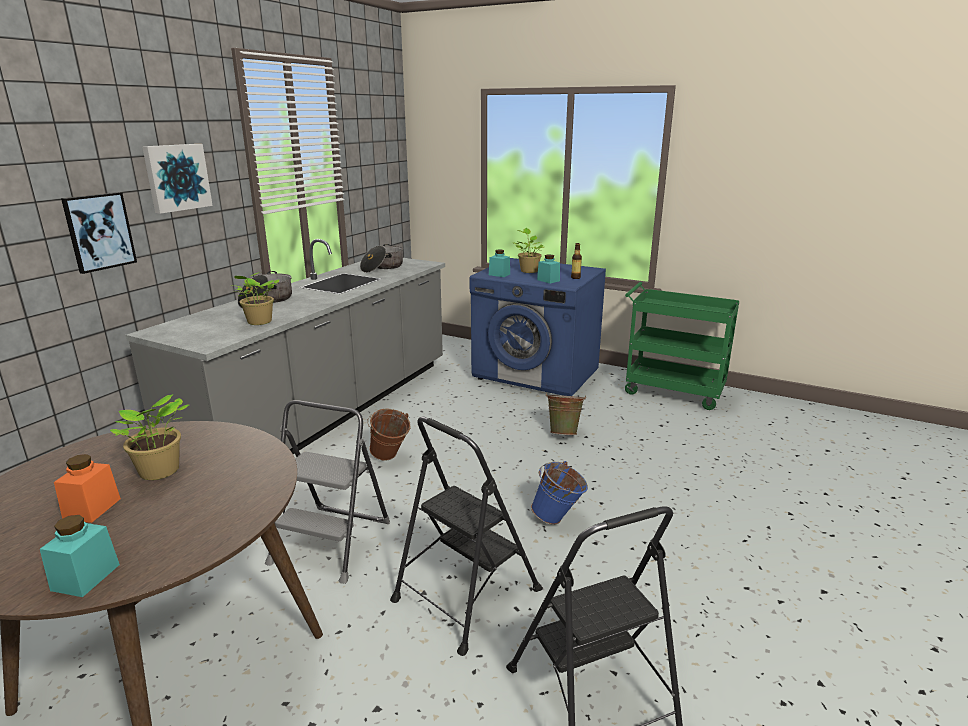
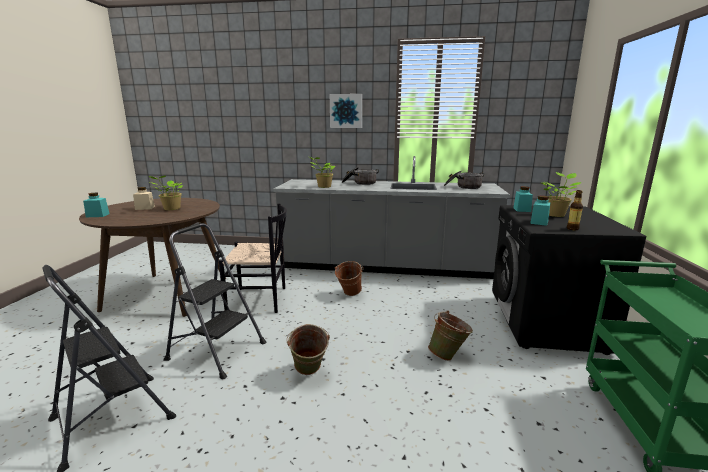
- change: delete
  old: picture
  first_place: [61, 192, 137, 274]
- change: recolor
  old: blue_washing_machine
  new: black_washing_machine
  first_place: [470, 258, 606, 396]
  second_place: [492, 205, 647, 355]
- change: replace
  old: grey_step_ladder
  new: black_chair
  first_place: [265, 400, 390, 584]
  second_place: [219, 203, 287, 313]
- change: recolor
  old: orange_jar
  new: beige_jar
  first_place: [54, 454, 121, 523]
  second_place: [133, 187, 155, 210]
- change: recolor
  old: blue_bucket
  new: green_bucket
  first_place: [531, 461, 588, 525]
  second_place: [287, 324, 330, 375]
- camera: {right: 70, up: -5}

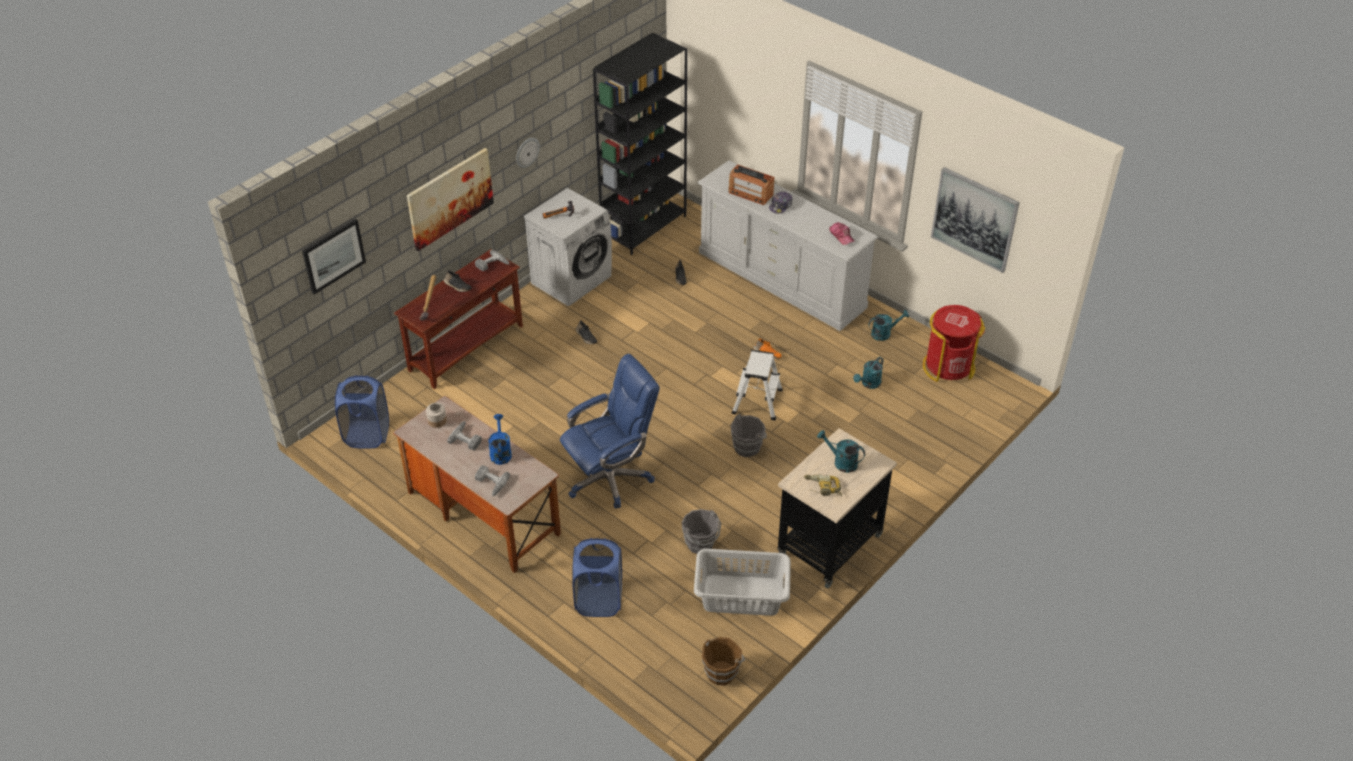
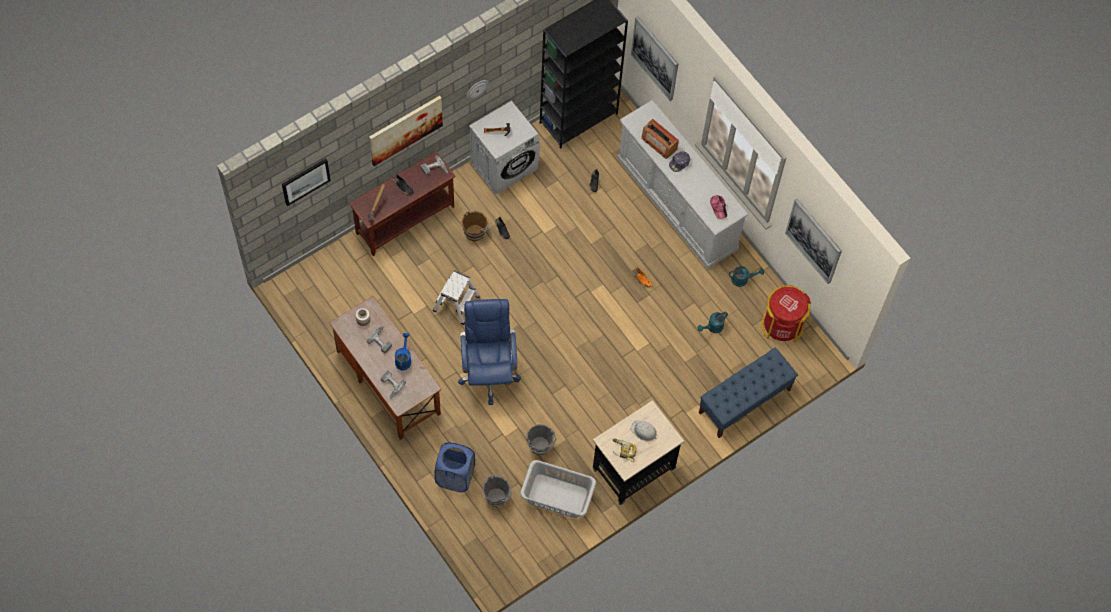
- change: move
  old: white_step_ladder
  first_place: [731, 350, 783, 421]
  second_place: [433, 270, 480, 325]
- change: rotate
  old: blue_office_chair
  first_place: [560, 354, 660, 509]
  second_place: [458, 299, 521, 405]
  degrees: -75
- change: delete
  old: blue_laundry_basket
  first_place: [335, 376, 389, 449]
- change: move
  old: grey_bucket
  first_place: [731, 414, 767, 457]
  second_place: [482, 475, 512, 506]
- change: replace
  old: turquoise_watering_can
  new: white_hard_hat
  first_place: [817, 430, 865, 473]
  second_place: [630, 420, 658, 442]
- change: move
  old: brown_bucket
  first_place: [702, 637, 745, 686]
  second_place: [462, 211, 489, 242]
- change: insert
  new: picture
  second_place: [631, 16, 678, 101]
- change: insert
  new: blue_bench
  second_place: [699, 348, 798, 438]
- camera: {right: 10, up: 20}

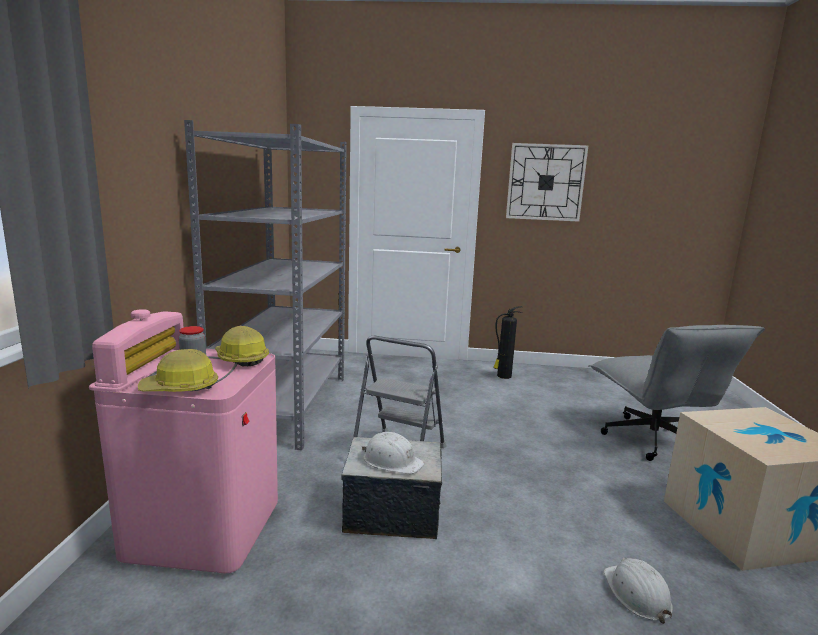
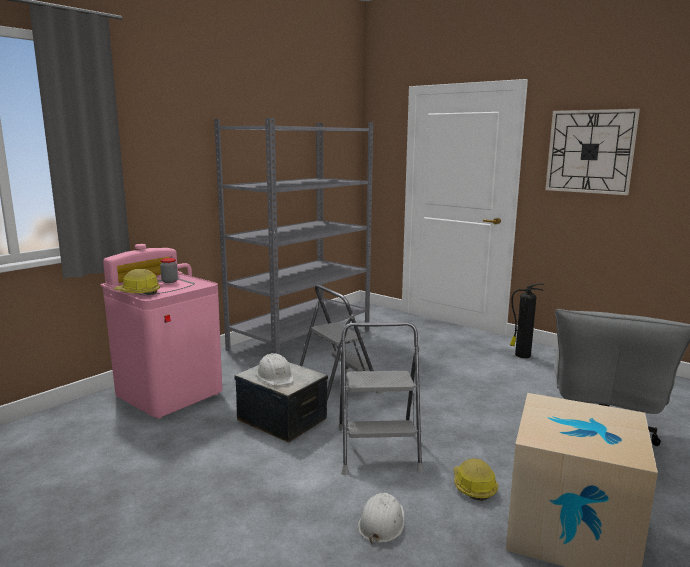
- change: move
  old: hard_hat
  first_place: [215, 326, 269, 366]
  second_place: [454, 459, 499, 501]
- change: insert
  new: grey_step_ladder
  second_place: [339, 322, 424, 475]
- camera: {right: 35, up: 0}

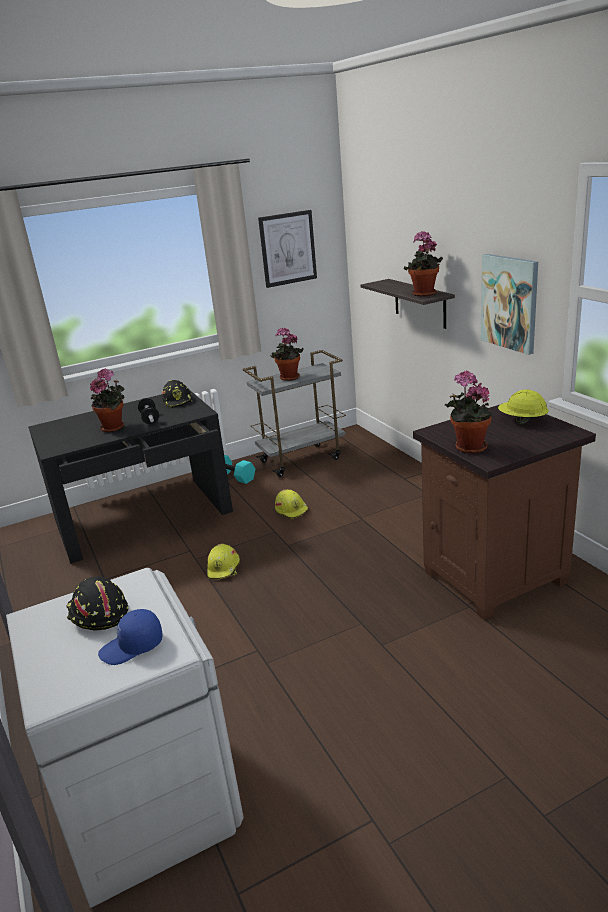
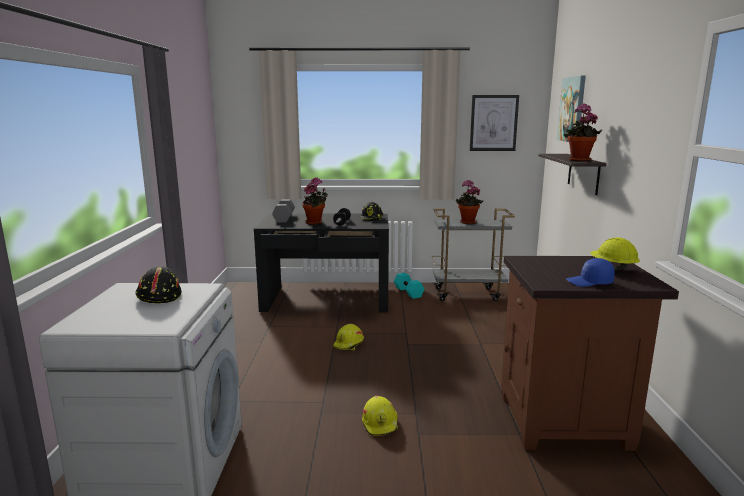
- change: move
  old: picture
  first_place: [481, 254, 538, 355]
  second_place: [557, 75, 586, 142]
- change: delete
  old: potted_plant
  first_place: [445, 370, 492, 454]
- change: move
  old: yellow_hard_hat
  first_place: [275, 490, 309, 519]
  second_place: [362, 396, 399, 436]
- change: move
  old: blue_cap
  first_place: [98, 609, 163, 665]
  second_place: [566, 258, 615, 287]
- change: insert
  new: grey_dumbbell
  second_place: [272, 199, 295, 222]
- camera: {right: 25, up: -10}

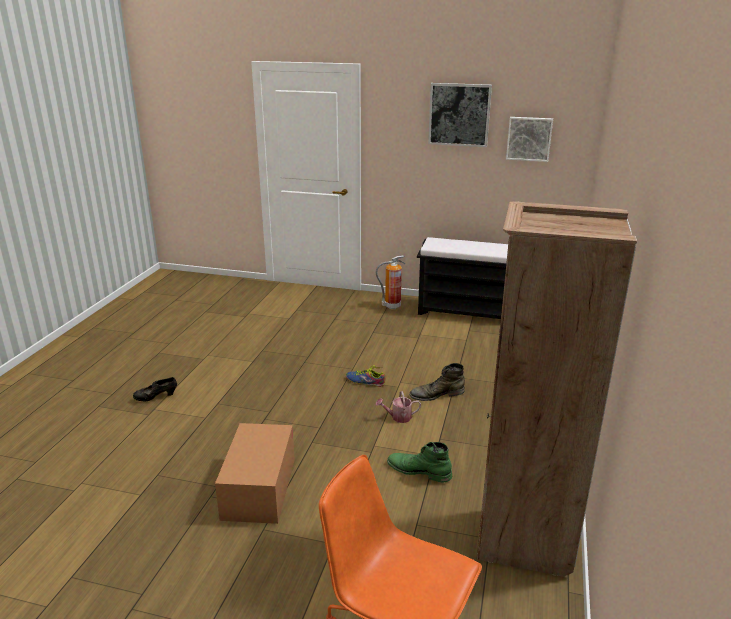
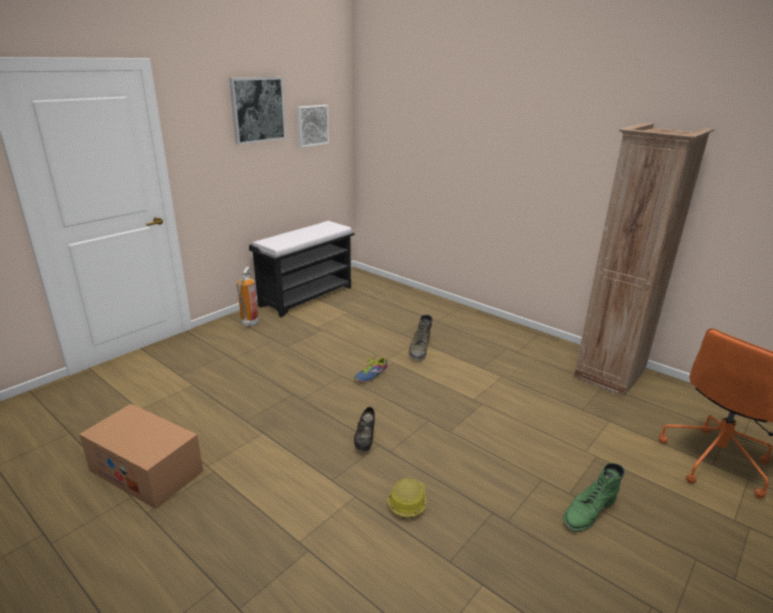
- change: move
  old: black_shoe
  first_place: [133, 377, 177, 401]
  second_place: [354, 407, 375, 451]
- change: delete
  old: watering_can
  first_place: [376, 391, 421, 423]
- change: move
  old: cardboard_box
  first_place: [215, 423, 295, 524]
  second_place: [79, 404, 203, 509]
- change: move
  old: green_boot
  first_place: [387, 442, 452, 482]
  second_place: [563, 463, 625, 532]
- change: insert
  new: hard_hat
  second_place: [387, 477, 427, 519]
- camera: {right: -65, up: 0}

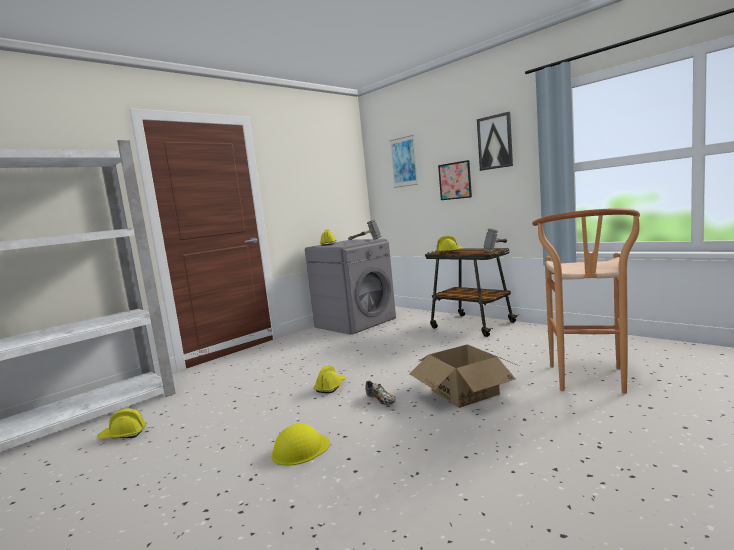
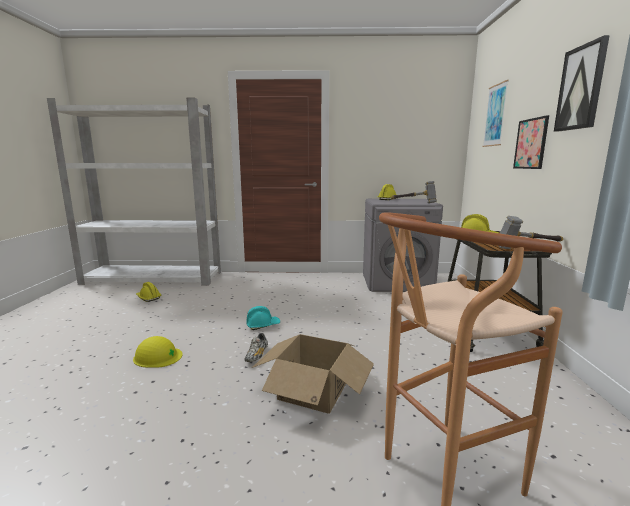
- change: recolor
  old: yellow_hard_hat
  new: turquoise_hard_hat
  first_place: [313, 366, 346, 393]
  second_place: [246, 306, 280, 330]
- camera: {right: 45, up: 5}

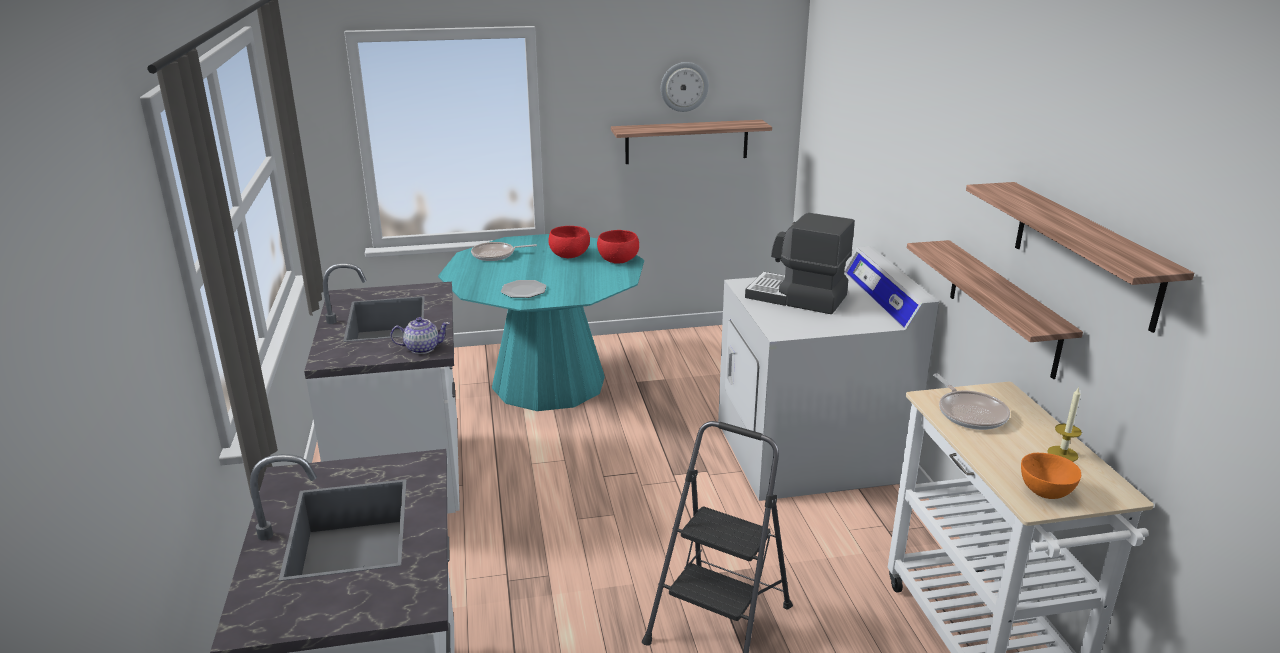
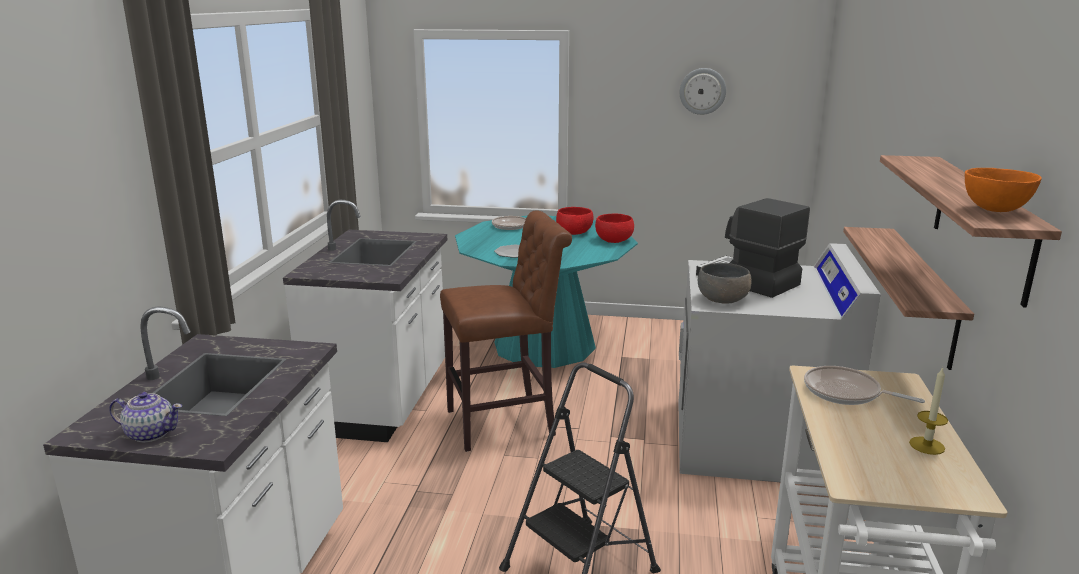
- change: delete
  old: shelf
  first_place: [611, 120, 772, 164]
- change: move
  old: teapot
  first_place: [390, 317, 450, 354]
  second_place: [109, 392, 182, 442]
- change: rotate
  old: frying_pan
  first_place: [933, 373, 1010, 430]
  second_place: [804, 366, 925, 405]
  degrees: 120
- change: move
  old: orange_bowl
  first_place: [1021, 453, 1081, 499]
  second_place: [965, 168, 1042, 212]
- change: insert
  new: brown_stool
  second_place: [440, 210, 572, 452]
- change: insert
  new: grey_bowl
  second_place: [697, 263, 752, 304]
- camera: {right: 20, up: -5}

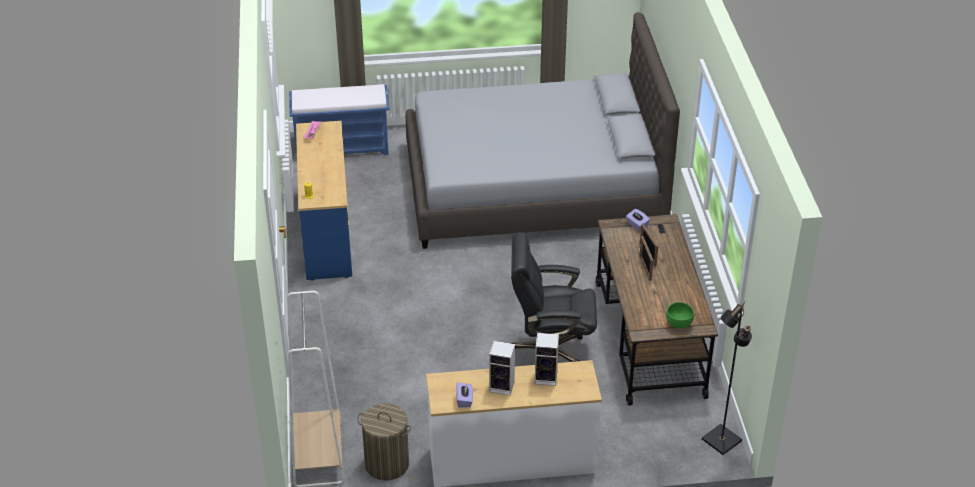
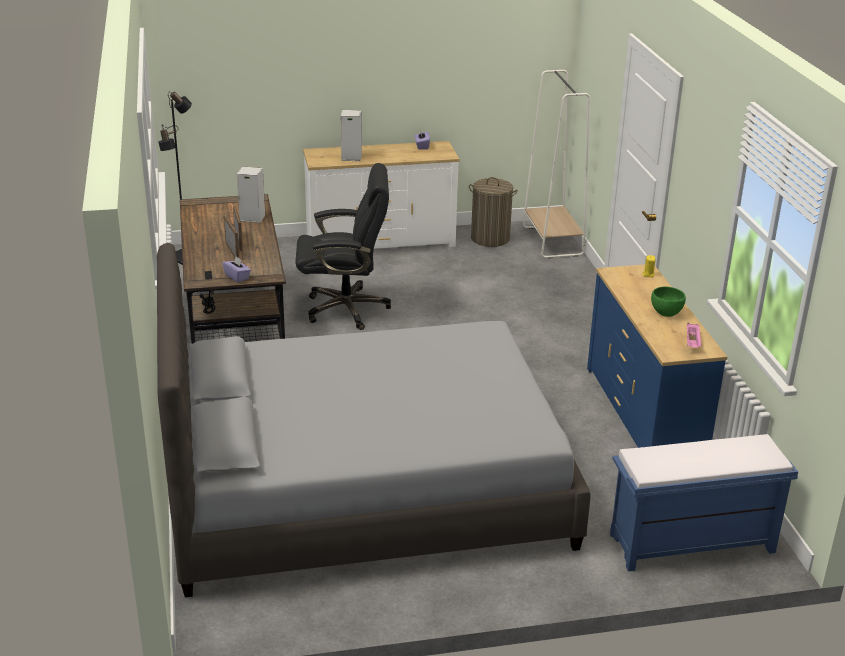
- change: move
  old: green_bowl
  first_place: [666, 302, 694, 329]
  second_place: [651, 286, 686, 317]
- change: move
  old: speaker
  first_place: [489, 341, 515, 395]
  second_place: [237, 166, 265, 223]
- camera: {right: 175, up: -10}

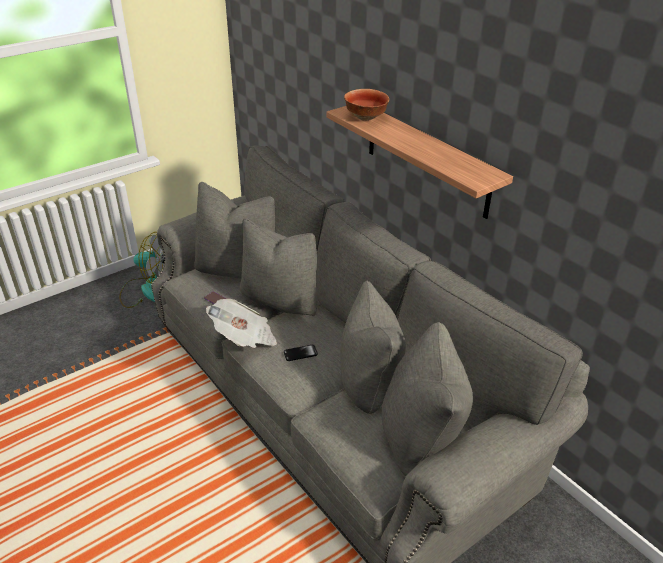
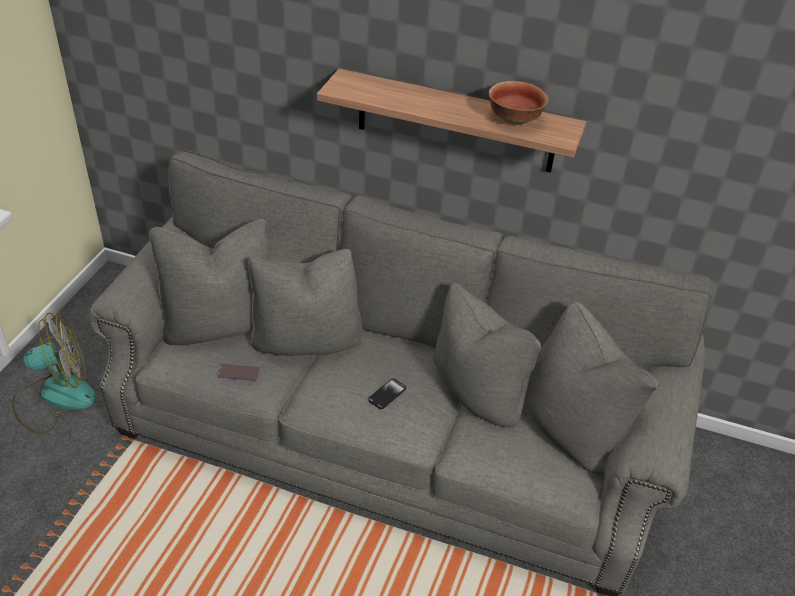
- change: move
  old: bowl
  first_place: [344, 89, 389, 121]
  second_place: [489, 81, 549, 125]
- change: delete
  old: newspaper
  first_place: [206, 299, 277, 348]
- camera: {right: -35, up: 5}

